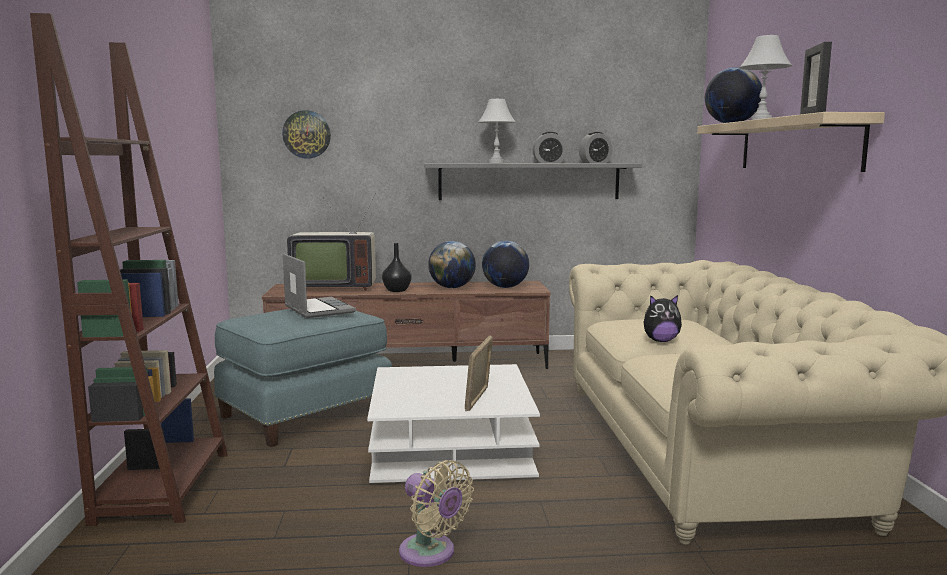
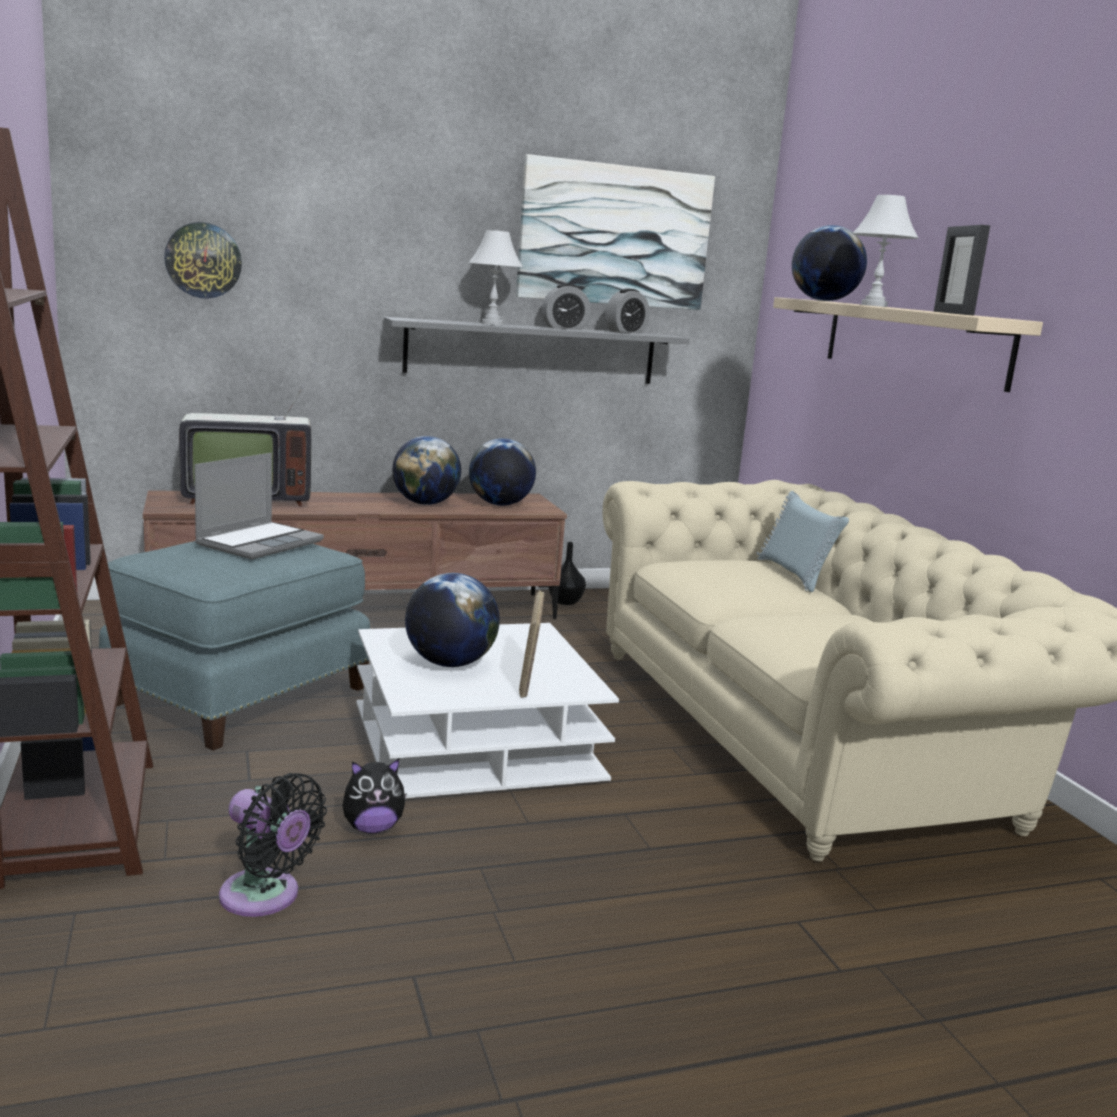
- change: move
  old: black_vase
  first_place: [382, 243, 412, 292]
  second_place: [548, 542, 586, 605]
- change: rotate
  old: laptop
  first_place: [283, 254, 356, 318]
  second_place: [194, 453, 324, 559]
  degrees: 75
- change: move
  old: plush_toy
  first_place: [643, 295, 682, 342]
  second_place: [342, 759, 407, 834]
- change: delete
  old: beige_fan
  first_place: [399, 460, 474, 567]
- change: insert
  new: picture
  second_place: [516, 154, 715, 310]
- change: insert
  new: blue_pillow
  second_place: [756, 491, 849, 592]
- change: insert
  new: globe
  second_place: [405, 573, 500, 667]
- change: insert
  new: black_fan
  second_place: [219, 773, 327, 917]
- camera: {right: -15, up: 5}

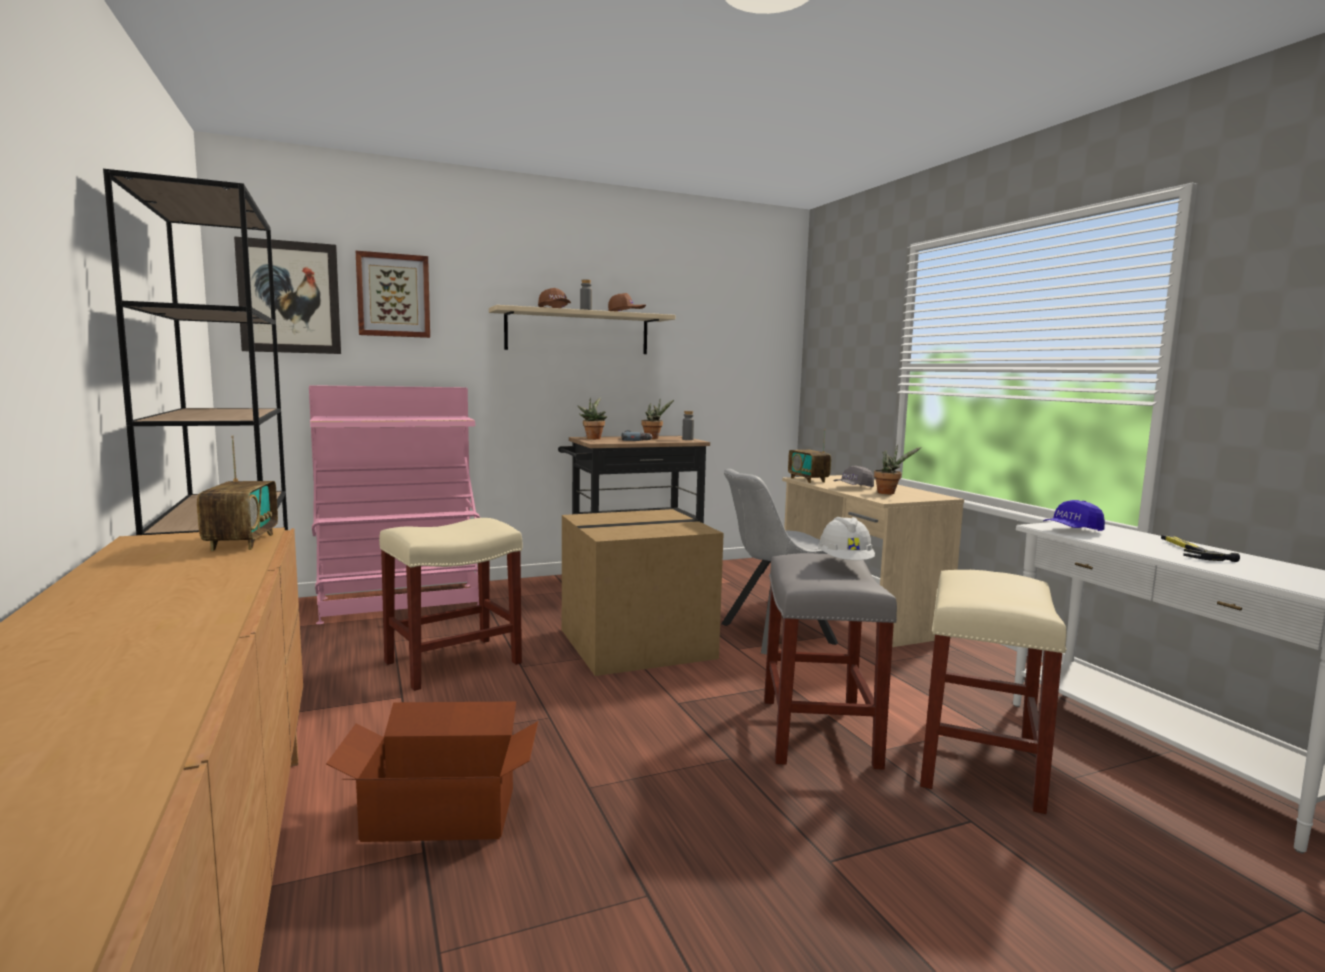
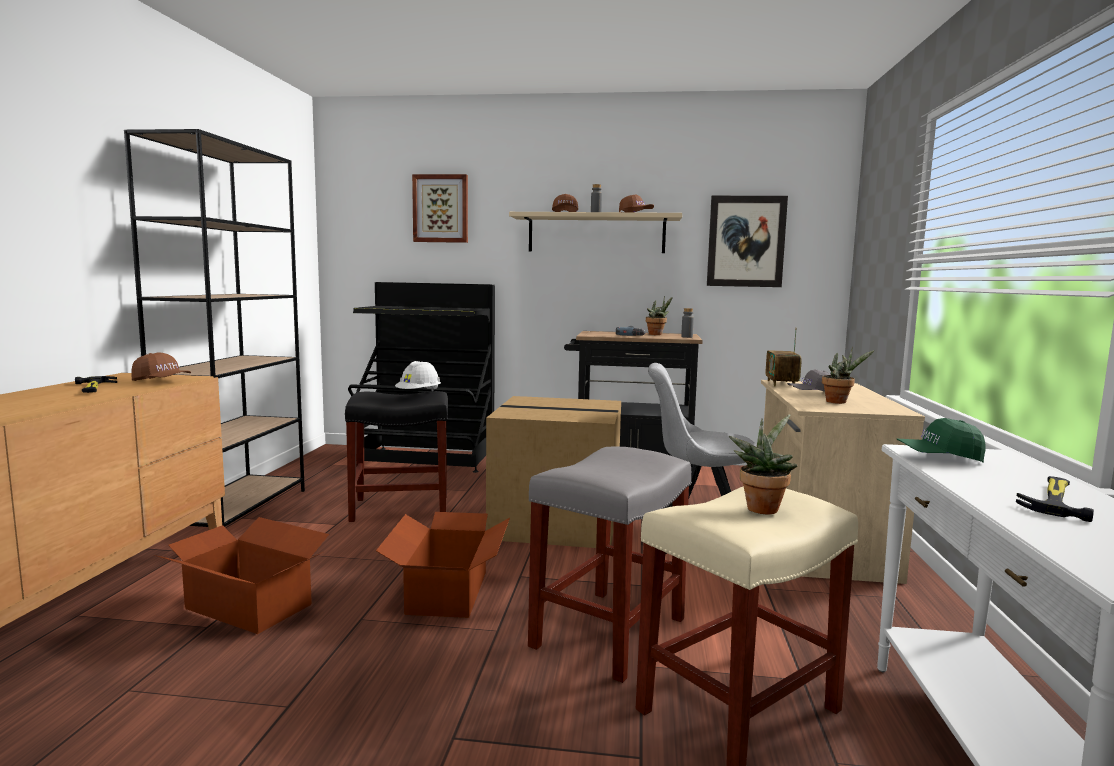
- change: move
  old: picture
  first_place: [234, 236, 341, 354]
  second_place: [707, 196, 788, 287]
- change: recolor
  old: pink_shoe_rack
  new: black_shoe_rack
  first_place: [309, 385, 480, 624]
  second_place: [348, 282, 495, 473]
- change: move
  old: potted_plant
  first_place: [577, 397, 607, 439]
  second_place: [729, 414, 797, 514]
- change: replace
  old: radio
  new: brown_cap
  first_place: [197, 436, 278, 551]
  second_place: [131, 352, 191, 381]
- change: recolor
  old: blue_cap
  new: green_cap
  first_place: [1043, 500, 1105, 531]
  second_place: [897, 418, 986, 462]
- change: move
  old: white_hard_hat
  first_place: [818, 517, 875, 560]
  second_place: [395, 361, 441, 391]
- change: recolor
  old: beige_stool
  new: black_stool
  first_place: [379, 518, 522, 691]
  second_place: [345, 391, 448, 522]
- change: insert
  new: hammer
  second_place: [75, 376, 117, 393]
- change: insert
  new: cardboard_box
  second_place: [376, 512, 510, 618]
- camera: {right: 30, up: 0}

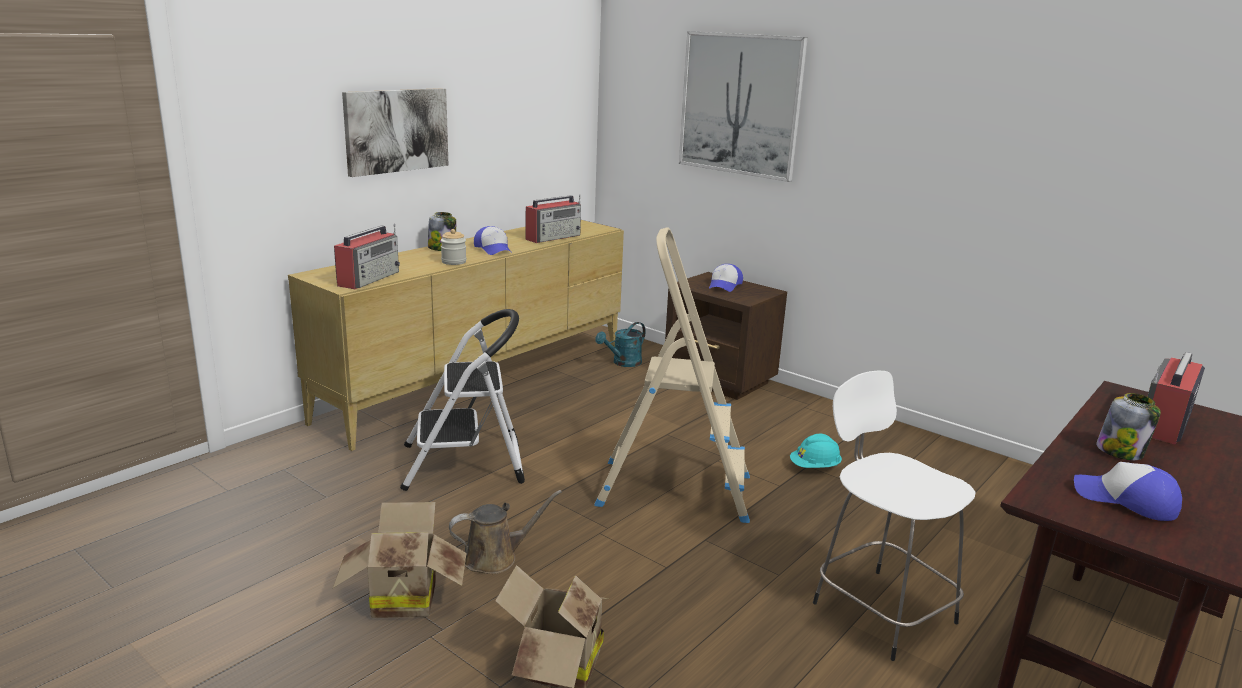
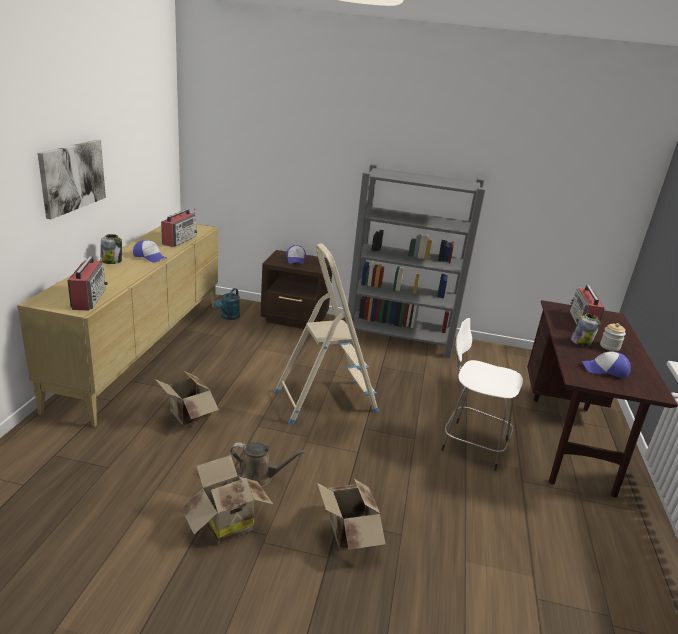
- change: delete
  old: picture
  first_place: [679, 31, 808, 182]
- change: move
  old: jar
  first_place: [441, 229, 466, 265]
  second_place: [600, 323, 626, 351]
- change: replace
  old: step_ladder
  new: cardboard_box
  first_place: [400, 309, 525, 491]
  second_place: [155, 371, 219, 425]
- change: delete
  old: turquoise_hard_hat
  first_place: [790, 434, 842, 468]
- change: rotate
  old: brown_watering_can
  first_place: [449, 490, 562, 574]
  second_place: [230, 442, 305, 487]
  degrees: 60
- change: insert
  new: grey_bookcase
  second_place: [346, 164, 485, 358]
- camera: {right: -30, up: 5}

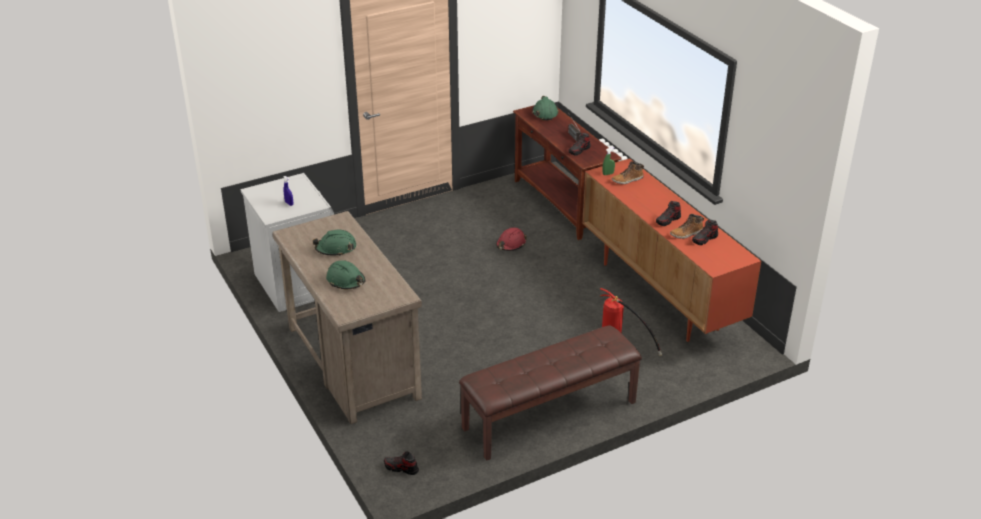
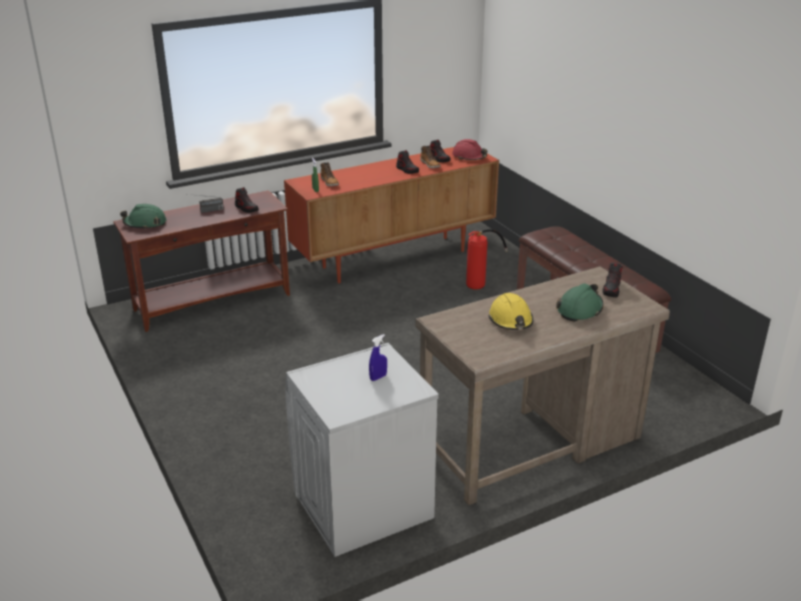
- change: move
  old: red_hard_hat
  first_place: [496, 228, 527, 251]
  second_place: [452, 139, 487, 160]
- change: recolor
  old: green_hard_hat
  new: yellow_hard_hat
  first_place: [312, 230, 356, 255]
  second_place: [489, 293, 533, 330]
- change: move
  old: shoe
  first_place: [384, 451, 419, 475]
  second_place: [603, 263, 623, 297]
- camera: {right: -90, up: -5}

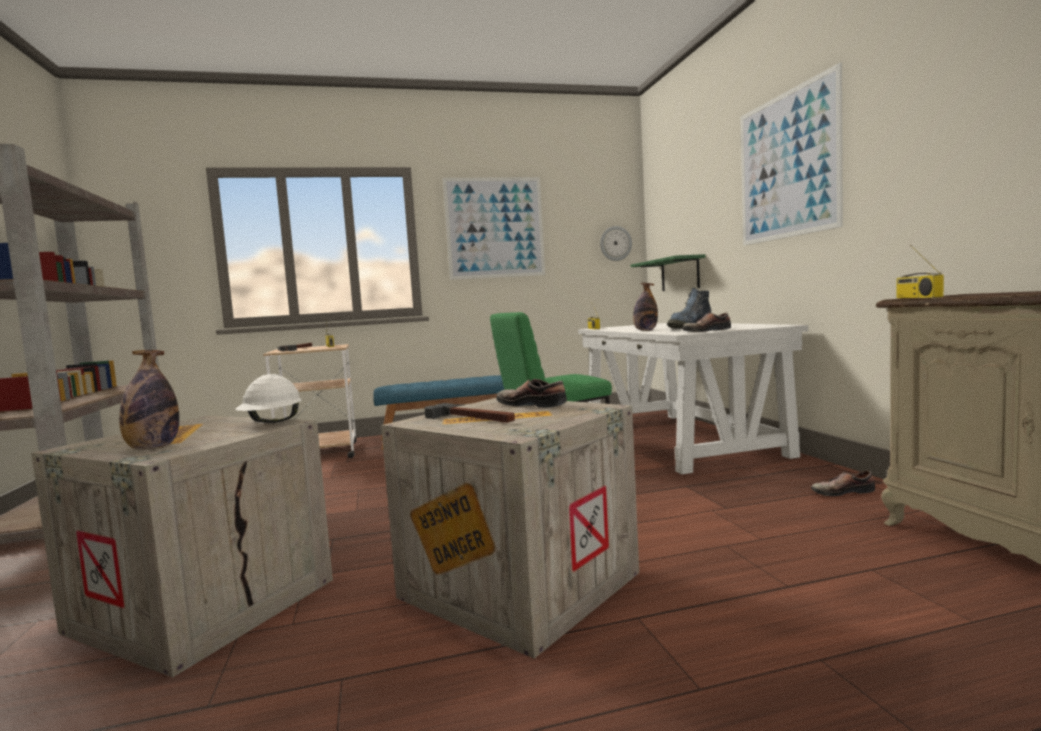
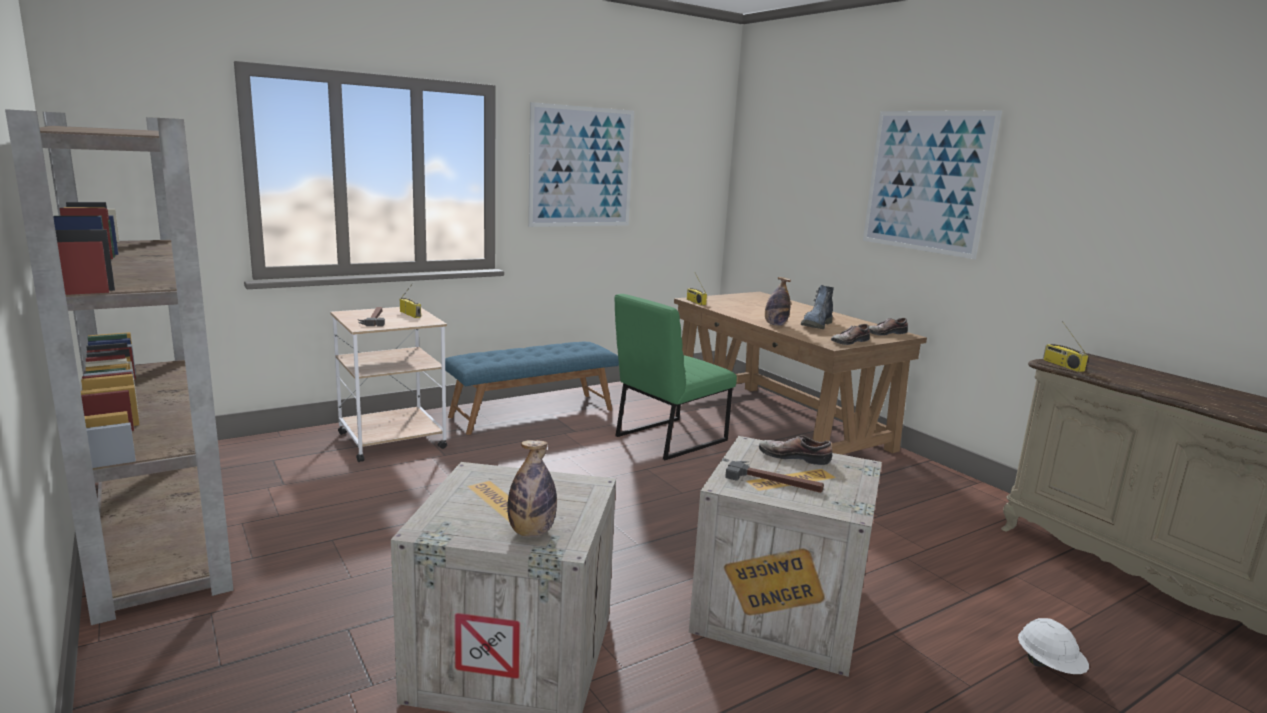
- change: delete
  old: wall_clock
  first_place: [600, 226, 632, 261]
- change: delete
  old: green_shelf
  first_place: [631, 254, 706, 291]
- change: recolor
  old: white_desk
  new: brown_desk
  first_place: [578, 323, 808, 474]
  second_place: [674, 292, 927, 455]
- change: move
  old: white_hard_hat
  first_place: [235, 374, 302, 423]
  second_place: [1018, 618, 1089, 674]
- change: move
  old: shoe
  first_place: [811, 471, 875, 496]
  second_place: [869, 318, 908, 336]
- camera: {right: -20, up: 10}

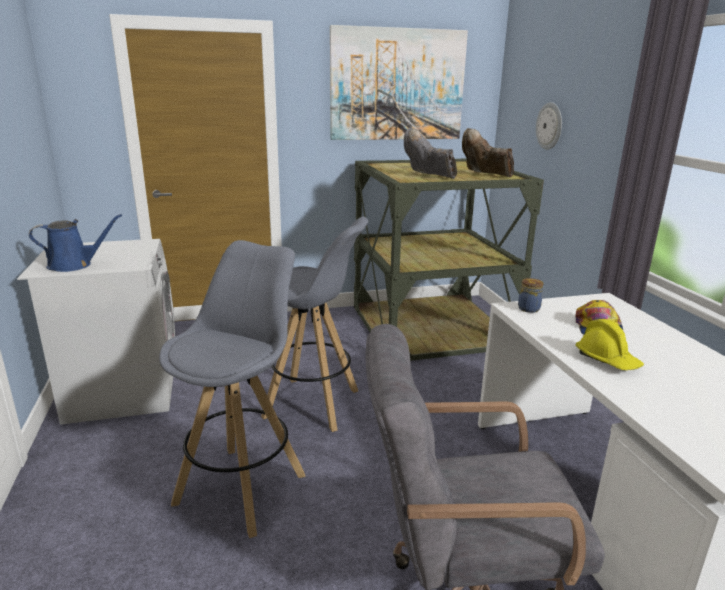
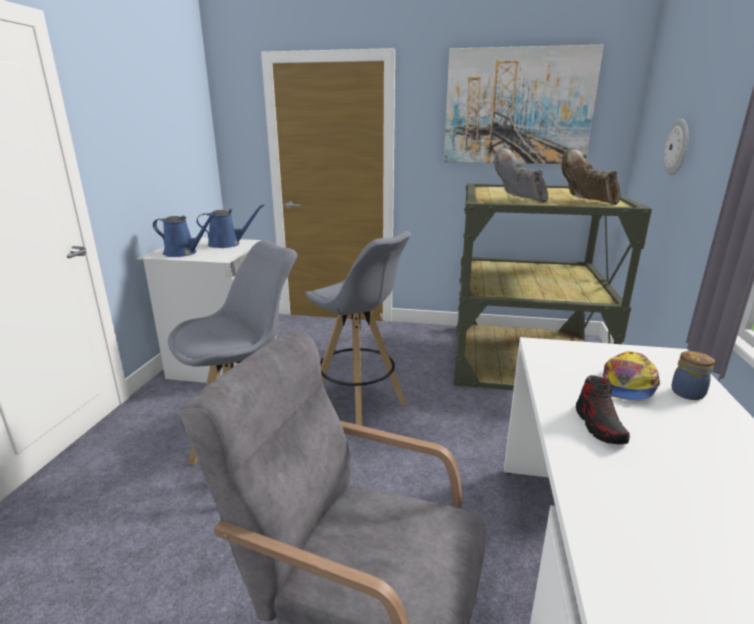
- change: move
  old: jar
  first_place: [518, 278, 543, 313]
  second_place: [671, 351, 715, 400]
- change: replace
  old: yellow_hard_hat
  new: shoe
  first_place: [575, 319, 644, 370]
  second_place: [576, 375, 630, 444]
- change: insert
  new: blue_watering_can
  second_place: [196, 204, 264, 248]
- camera: {right: 25, up: 0}

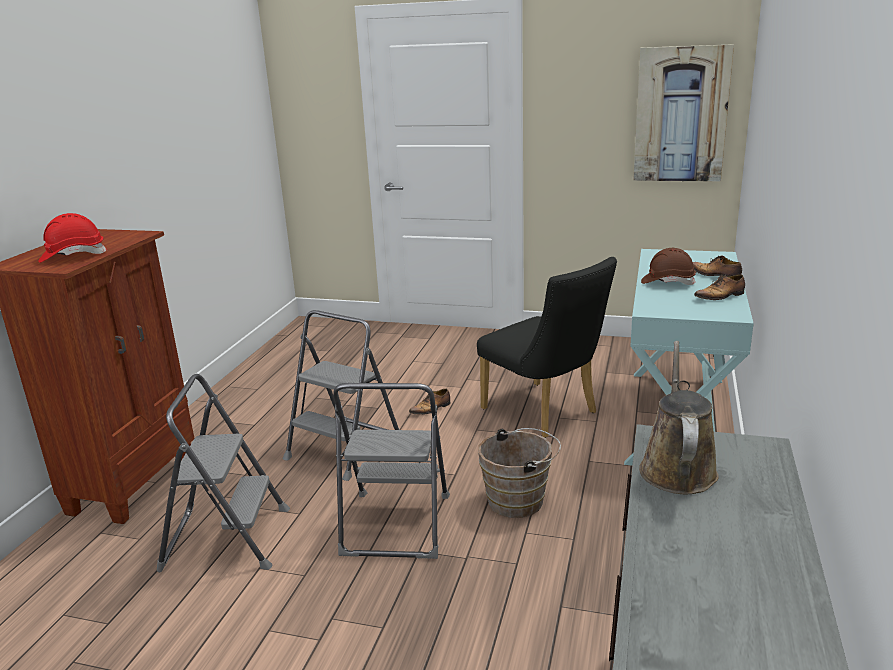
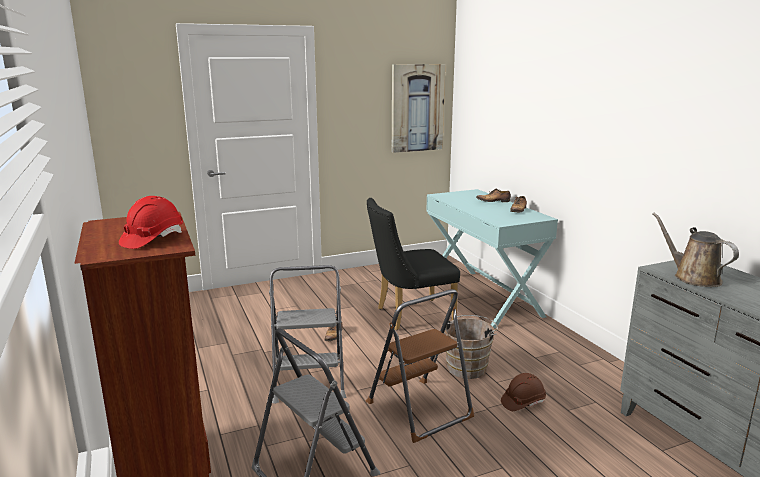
- change: move
  old: brown_hard_hat
  first_place: [641, 248, 696, 285]
  second_place: [501, 373, 546, 411]
- change: rotate
  old: black_chair
  first_place: [477, 257, 617, 438]
  second_place: [367, 198, 460, 330]
  degrees: 150
- change: recolor
  old: grey_step_ladder
  new: brown_step_ladder
  first_place: [333, 383, 450, 559]
  second_place: [366, 289, 474, 443]
- camera: {right: -40, up: -5}

